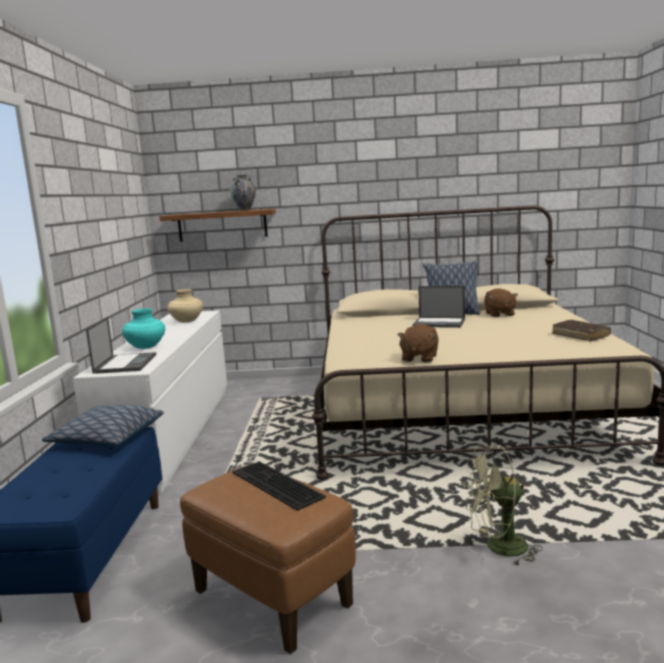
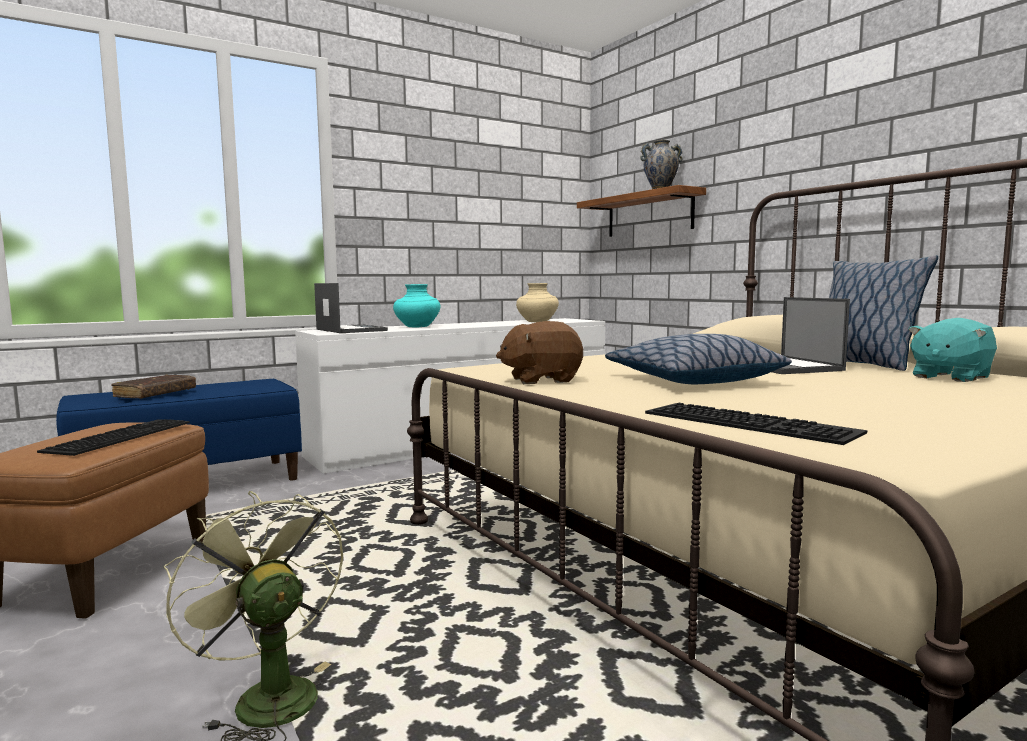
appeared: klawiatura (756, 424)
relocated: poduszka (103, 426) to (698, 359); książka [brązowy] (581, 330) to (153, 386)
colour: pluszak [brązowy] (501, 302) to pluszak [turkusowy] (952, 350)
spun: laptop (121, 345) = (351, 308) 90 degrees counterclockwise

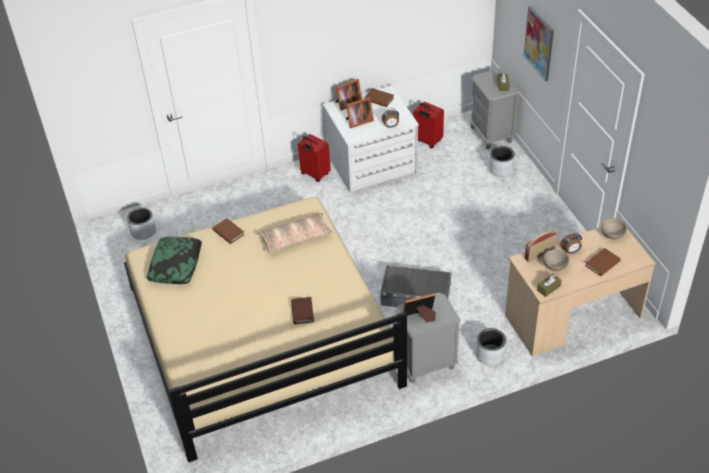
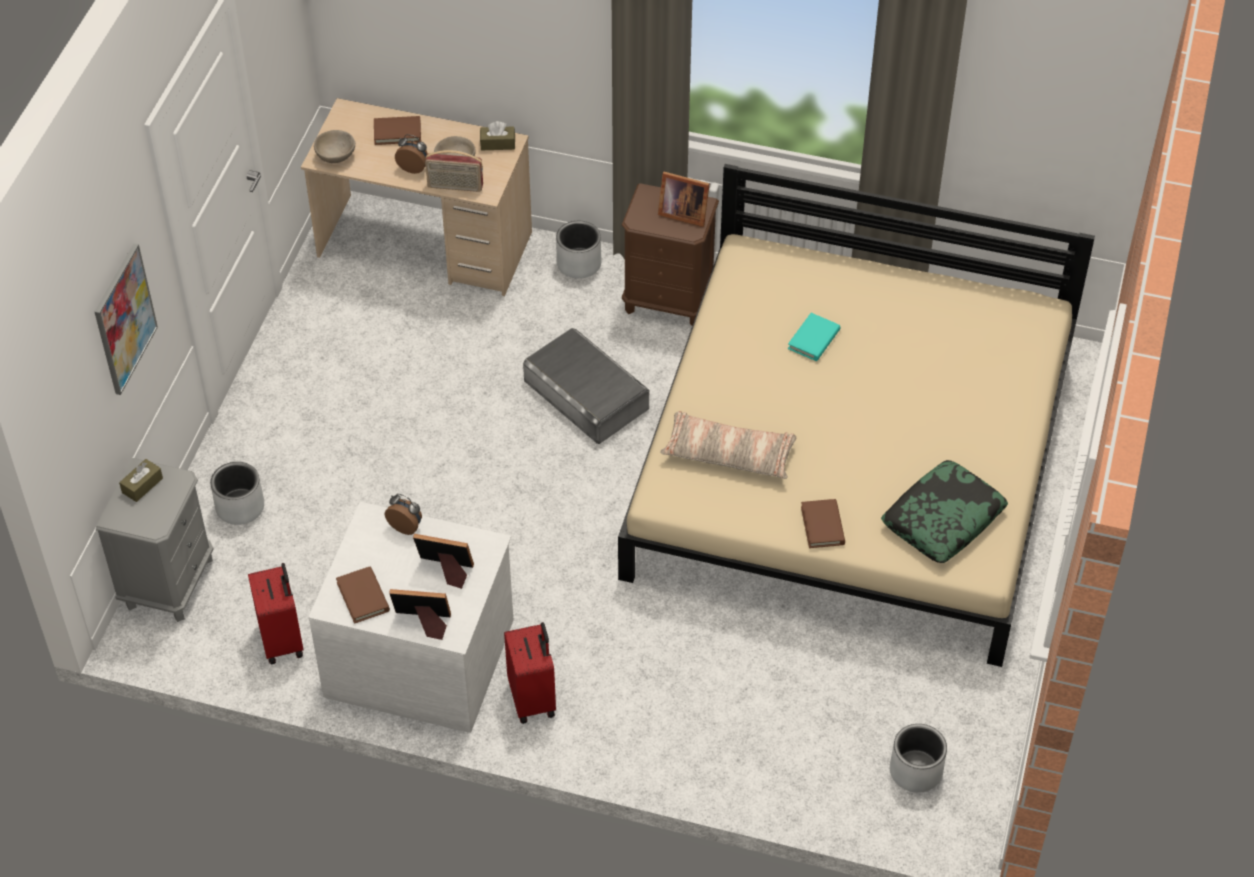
colour: książka [brązowy] (302, 310) to książka [turkusowy] (814, 337); szafka nocna [szary] (428, 337) to szafka nocna [brązowy] (670, 254)

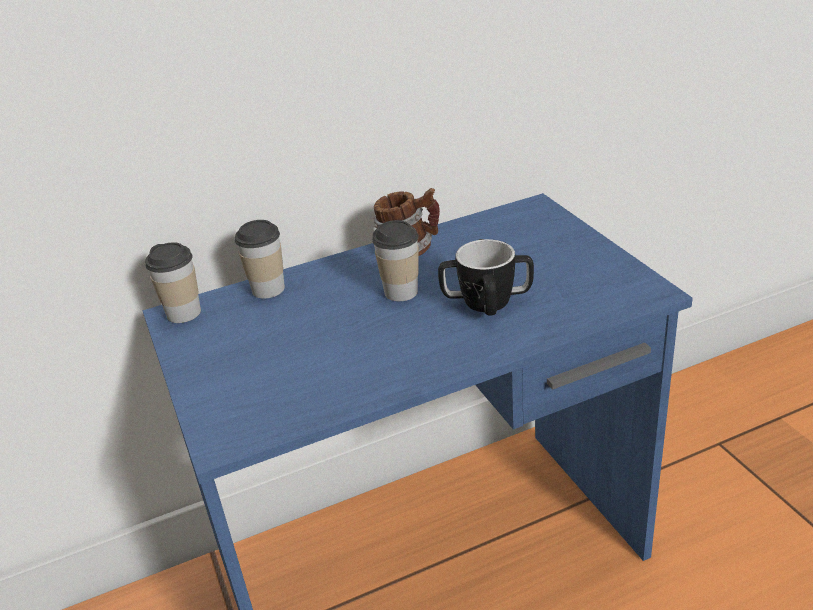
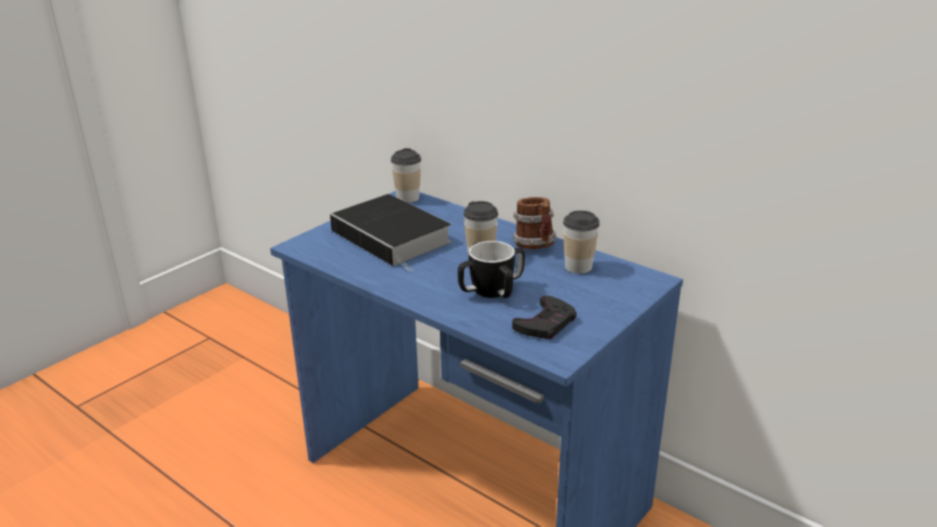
appeared: książka (390, 233); pad do gier [czarny] (544, 317)
relocated: filiżanka (260, 259) to (581, 242)

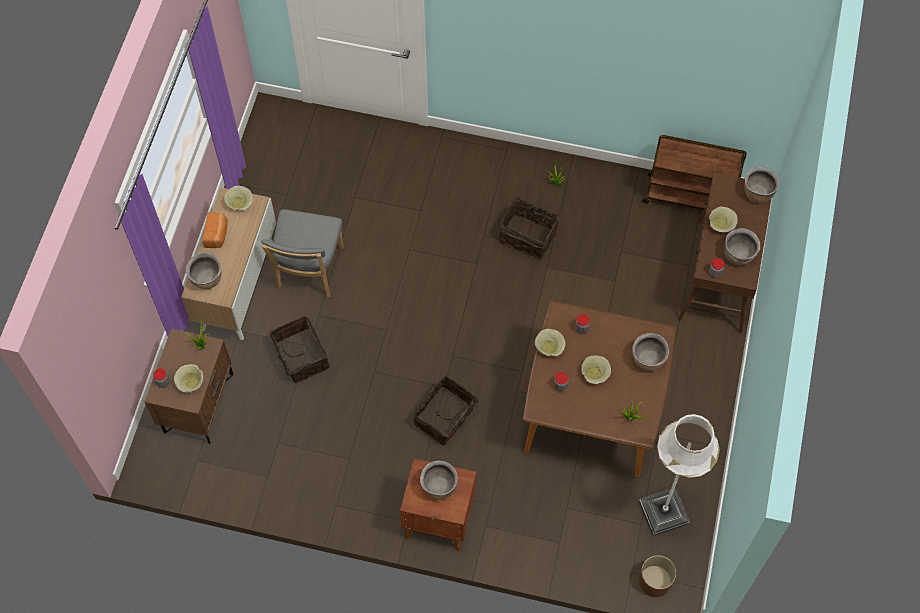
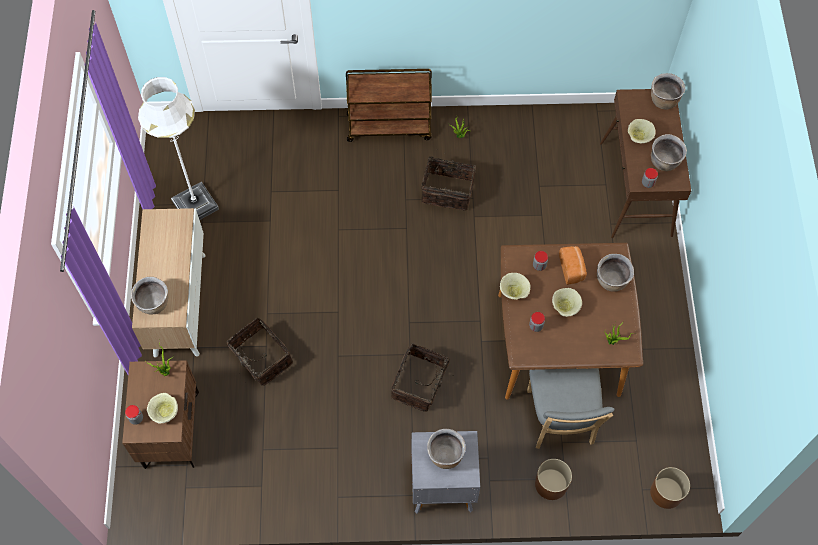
missing: miska [beżowy] (238, 198)
appeared: donica [brązowy] (553, 479)
relocated: chleb (215, 230) to (573, 265); krzesło [szary] (302, 253) to (571, 408); lampa stojąca [biały] (679, 475) to (178, 148); wózek [brązowy] (694, 172) to (389, 105)
colour: szafka nocna [brązowy] (438, 504) to szafka nocna [szary] (445, 472)

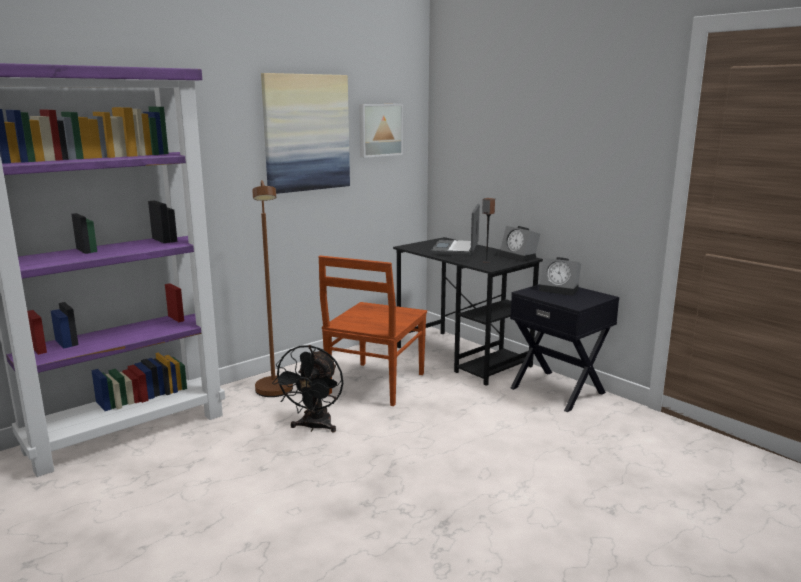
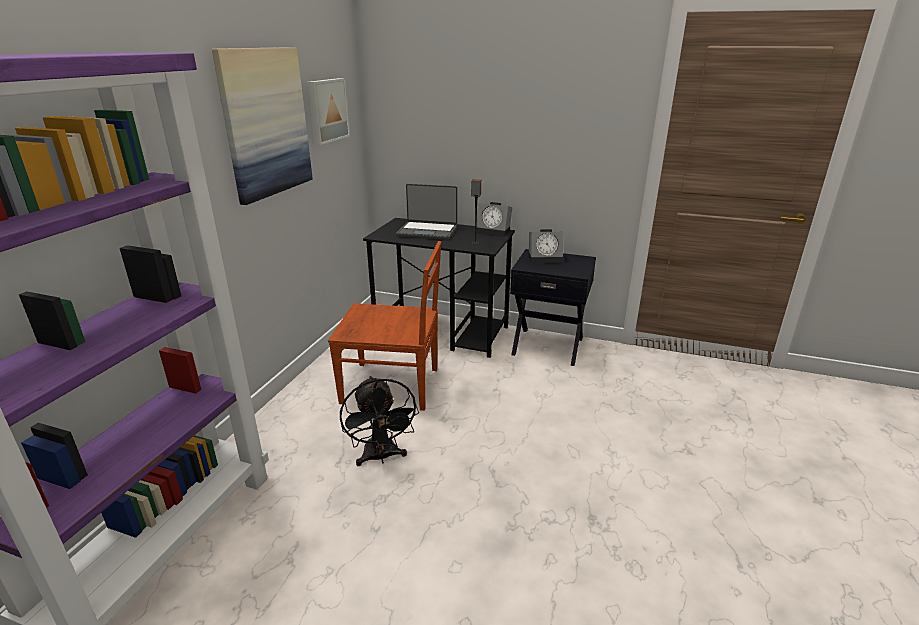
missing: lampa stojąca [brązowy] (272, 288)
spun: krzesło [brązowy] (372, 331) = (384, 326) 75 degrees counterclockwise; laptop (455, 230) = (427, 212) 60 degrees counterclockwise

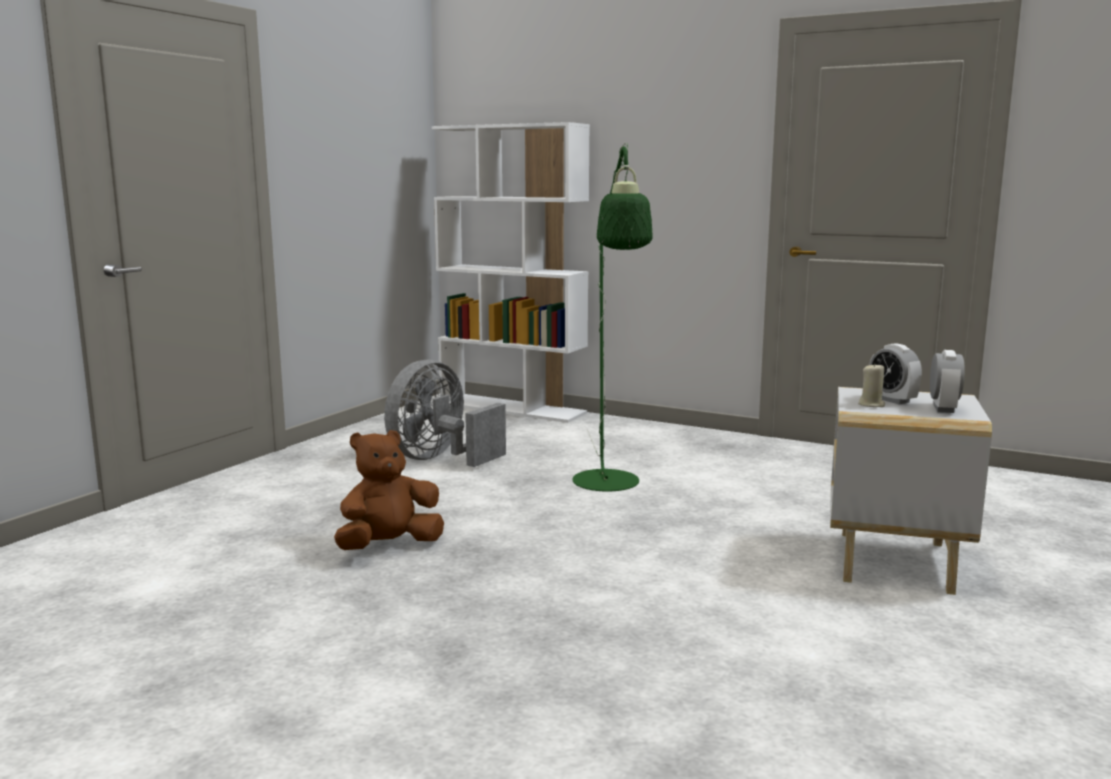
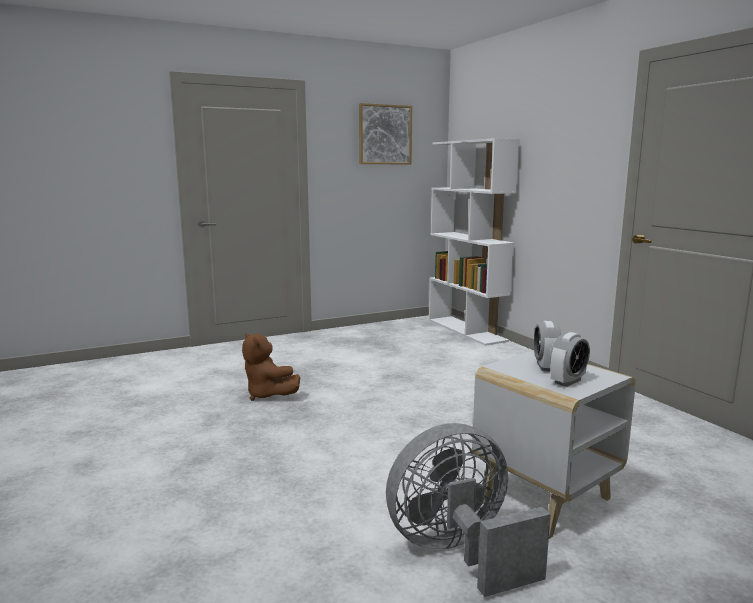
missing: lampa stojąca [zielony] (612, 317); świeca [beżowy] (871, 385)
appeared: obraz (385, 133)
relocated: wentylator [szary] (445, 413) to (468, 510)
spun: pluszak [brązowy] (389, 490) = (271, 367) 135 degrees counterclockwise

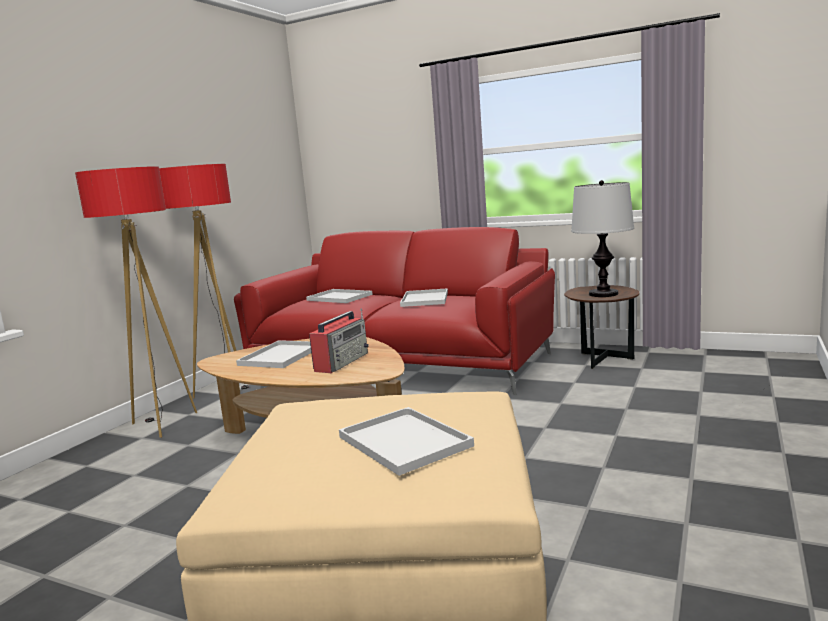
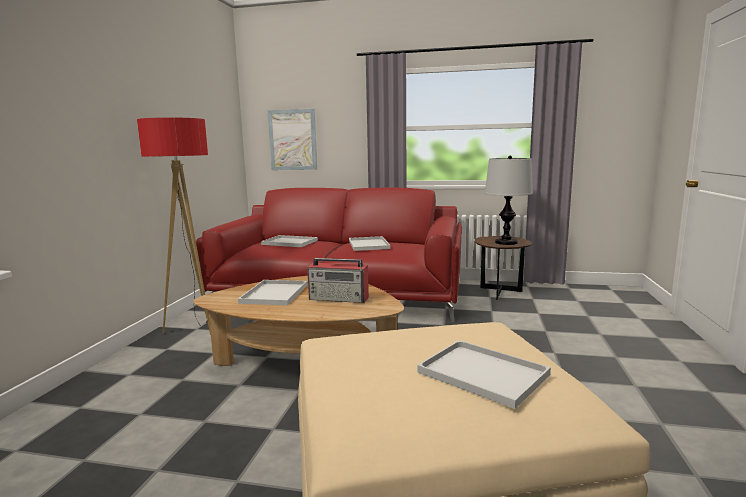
missing: lampa stojąca (136, 302)
appeared: obraz (292, 139)
spun: radio (339, 340) = (338, 280) 90 degrees clockwise

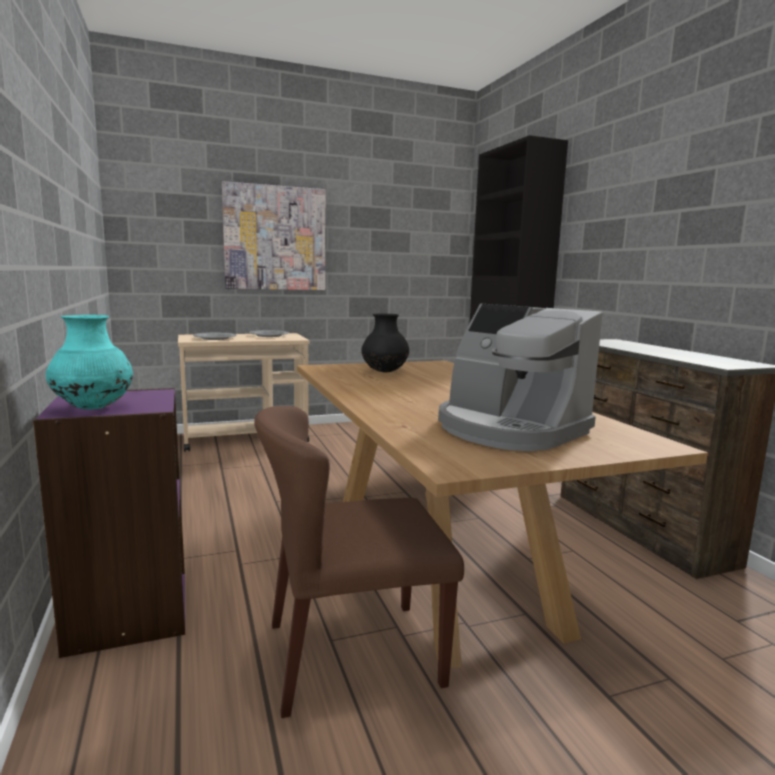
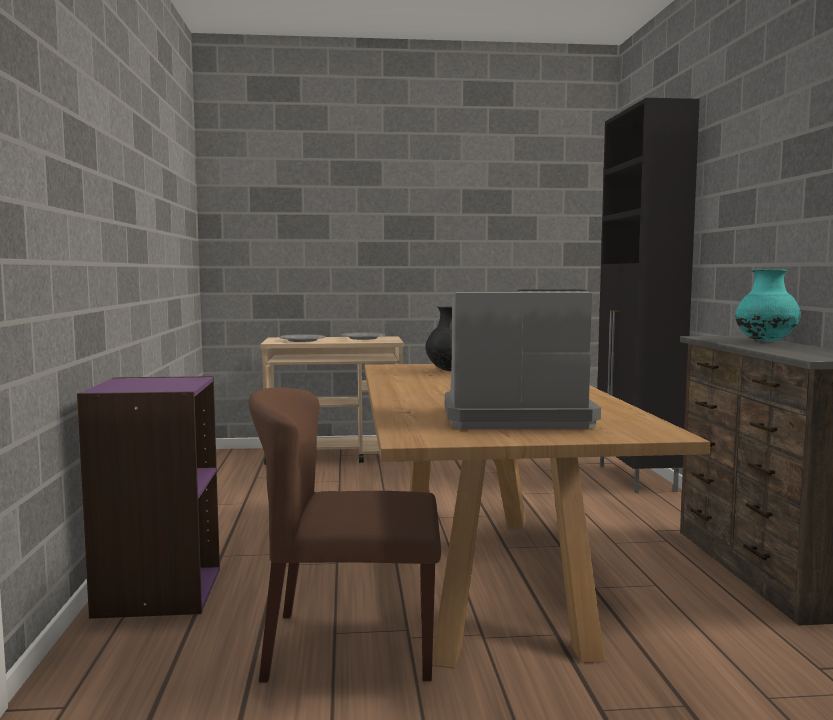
missing: obraz (273, 235)
relocated: wazon [turkusowy] (89, 362) to (768, 305)
spun: ekspres do kawy (520, 377) = (523, 359) 120 degrees clockwise

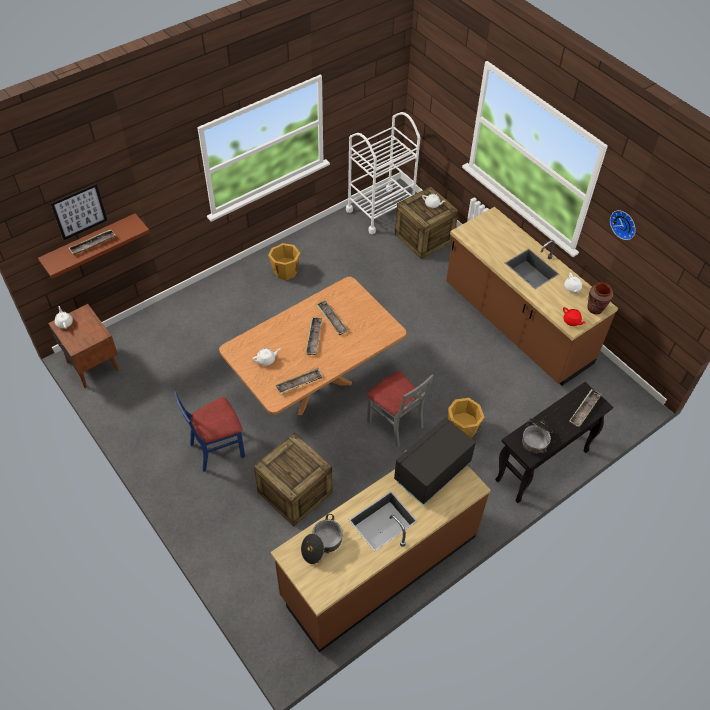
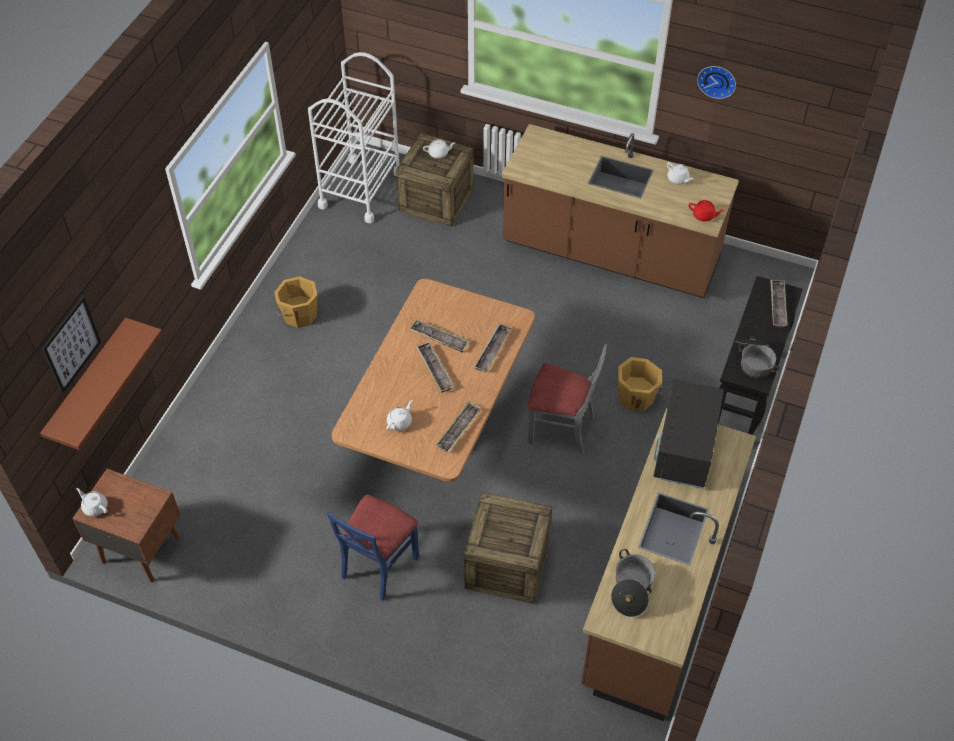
missing: wazon [brązowy] (600, 298)
relocated: taca (92, 242) to (493, 348)

